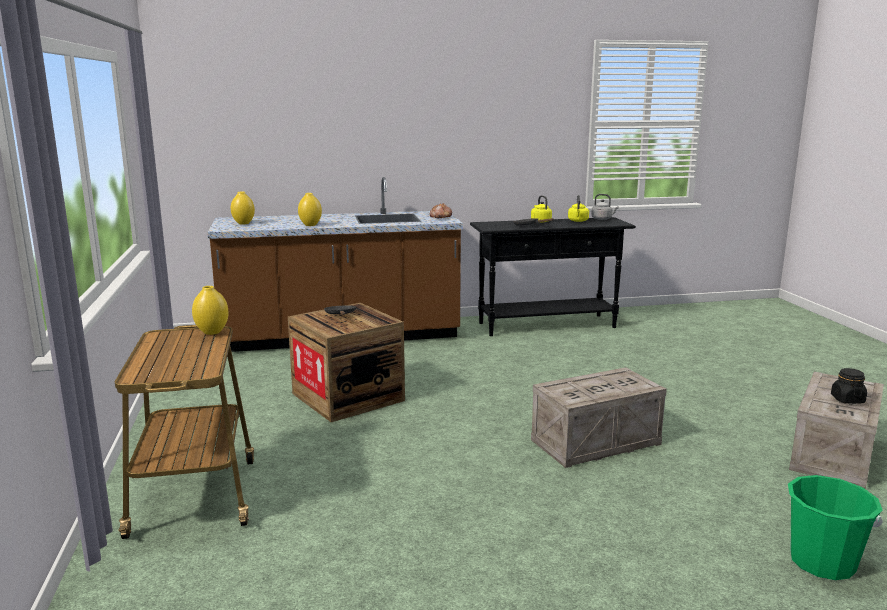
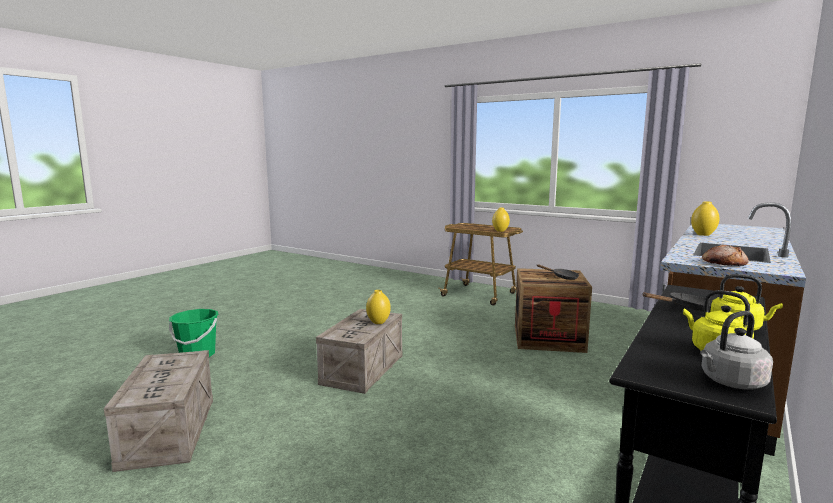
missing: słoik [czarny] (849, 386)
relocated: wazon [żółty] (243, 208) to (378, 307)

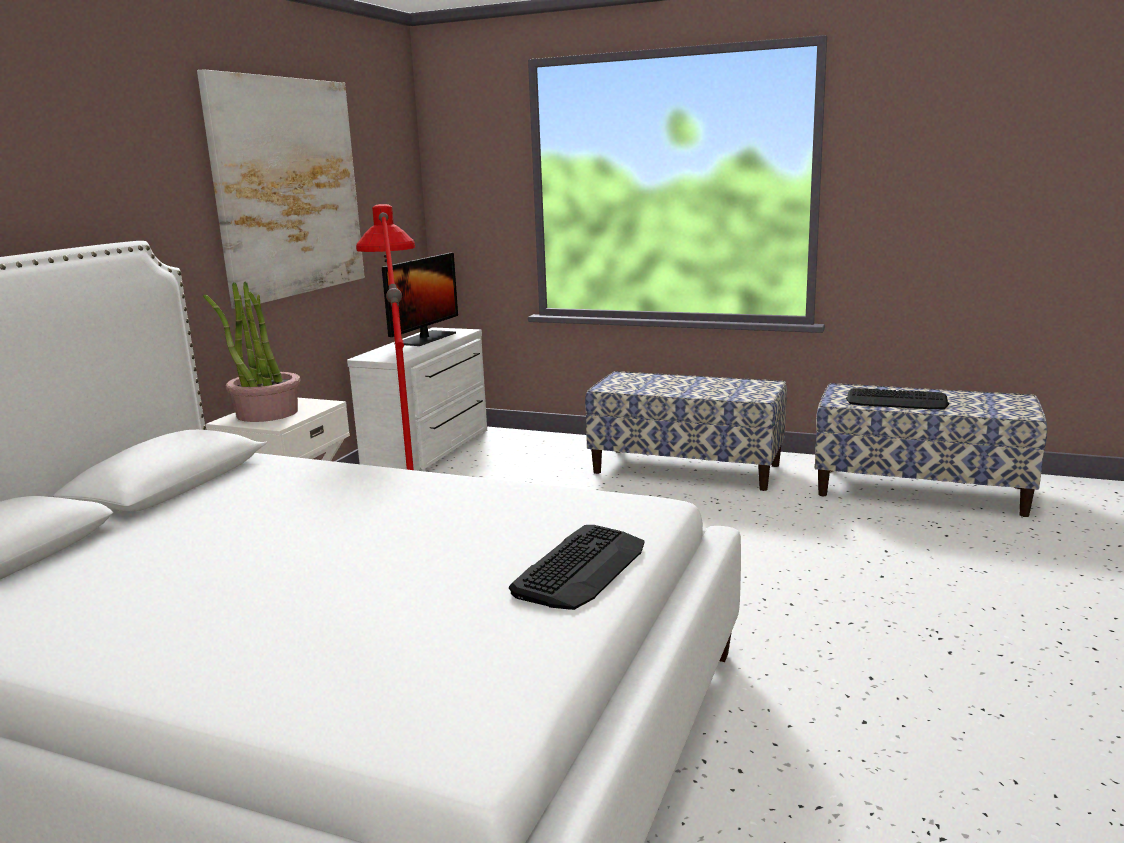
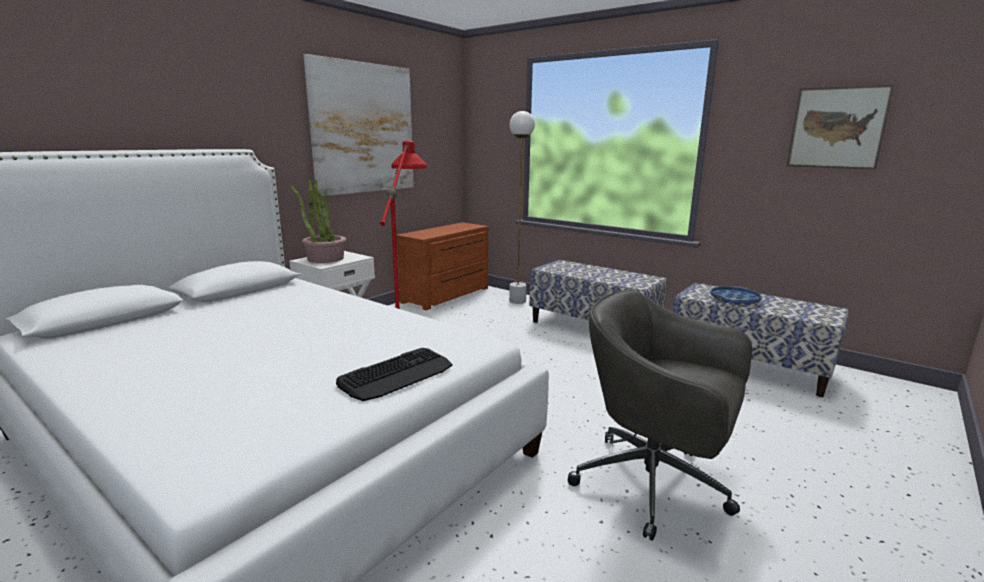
missing: monitor (420, 299)
appeared: lampa stojąca [biały] (522, 207); krzesło biurowe [szary] (660, 415); obraz (840, 127)
exchanged: klawiatura (897, 398) to taca [niebieski] (736, 295)
colour: komoda [biały] (417, 399) to komoda [brązowy] (442, 266)

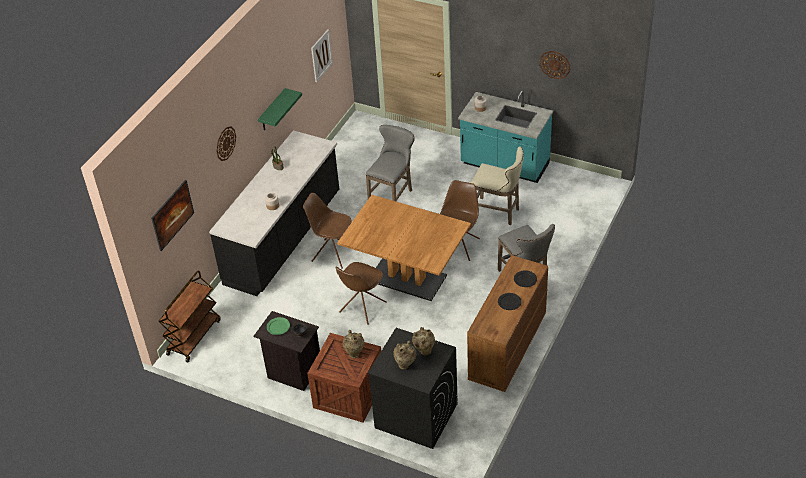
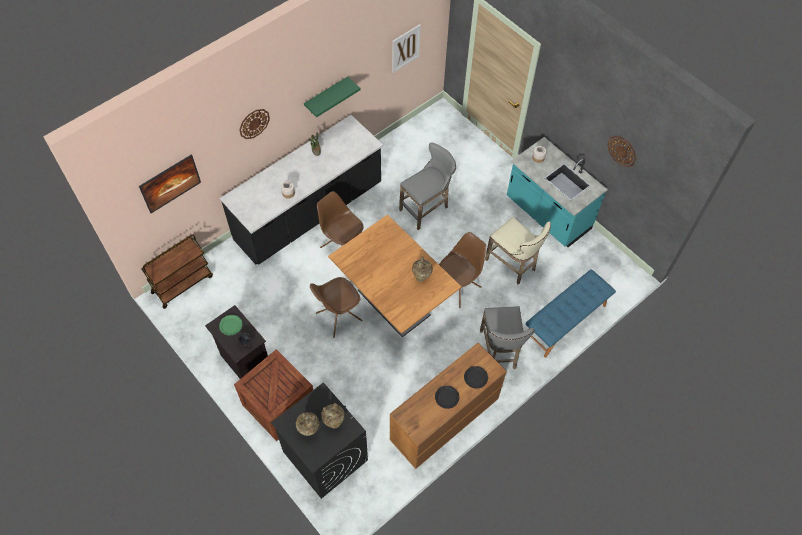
appeared: ławka [niebieski] (571, 313)
relocated: wazon [beżowy] (353, 344) to (422, 269)

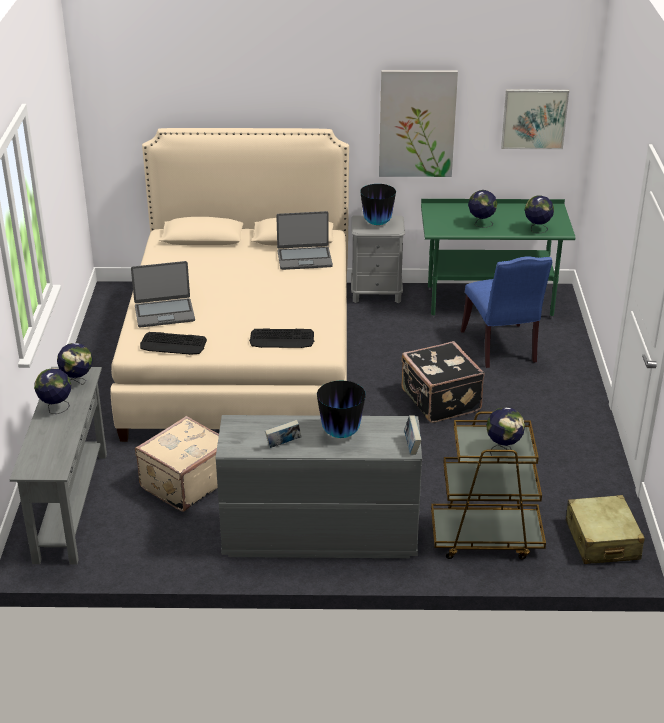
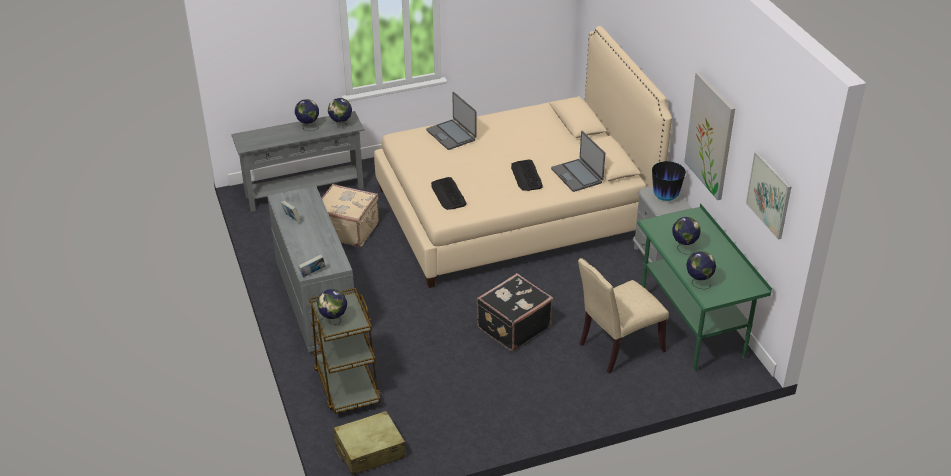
missing: wazon (341, 409)
relocated: klawiatura (173, 343) to (527, 175)
colour: krzesło [niebieski] (506, 312) to krzesło [beżowy] (623, 315)

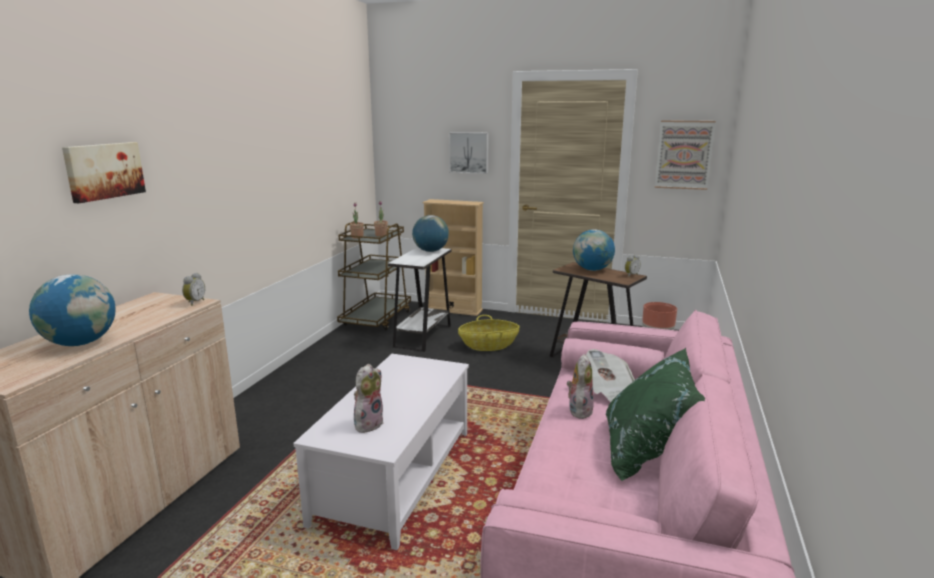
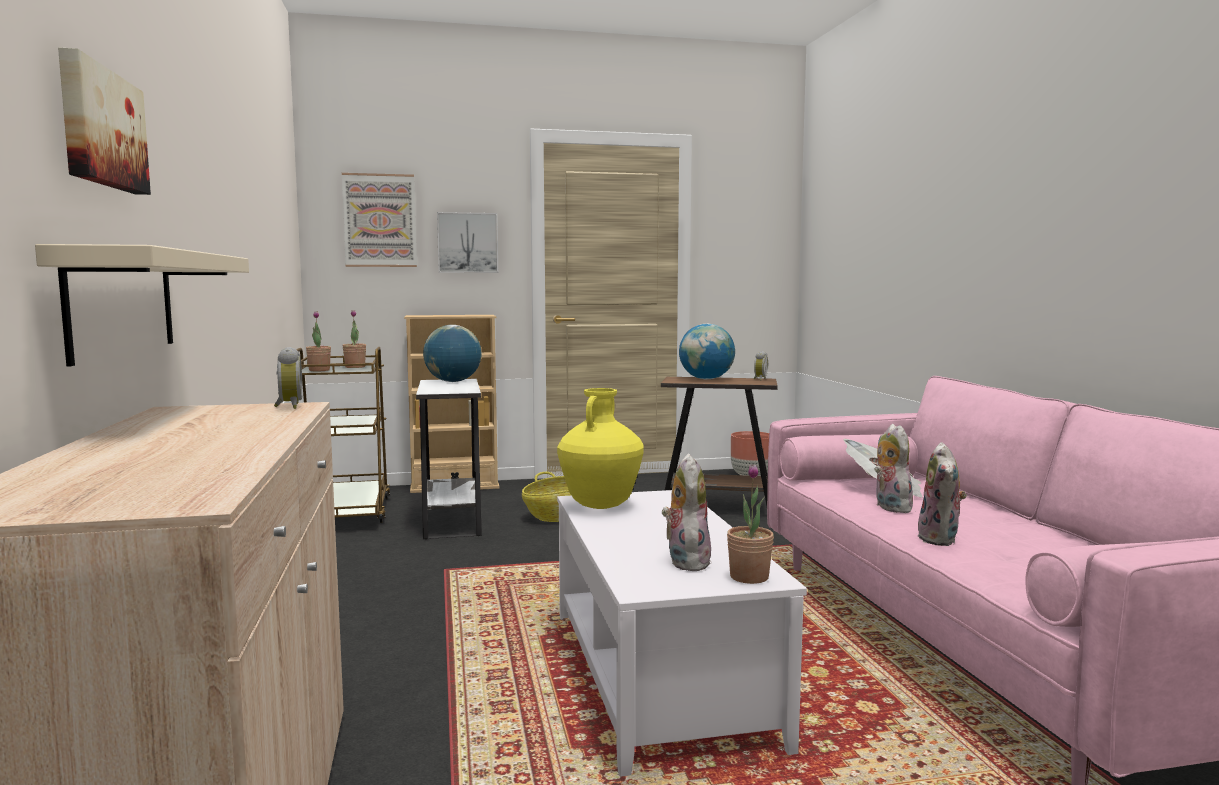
missing: globus (72, 310); poduszka [zielony] (658, 415)
appeared: półka [beżowy] (142, 305); wazon [żółty] (600, 448); roślina doniczkowa (750, 524); pluszak (941, 494)
relocated: obraz (685, 155) to (379, 220)

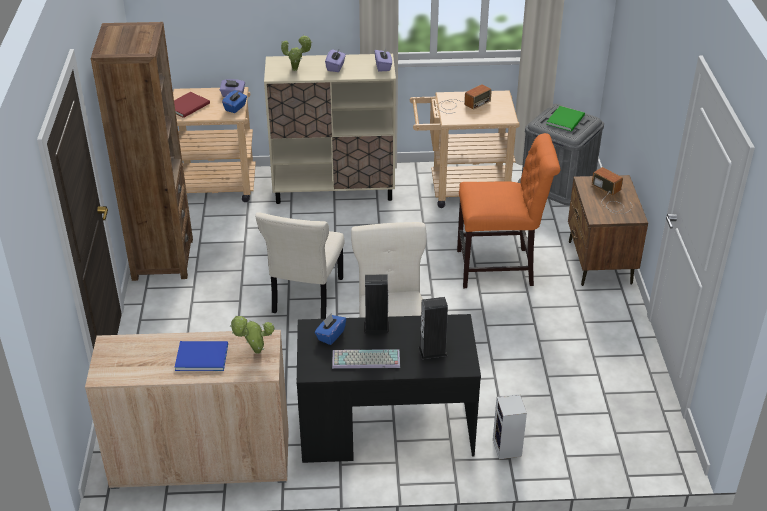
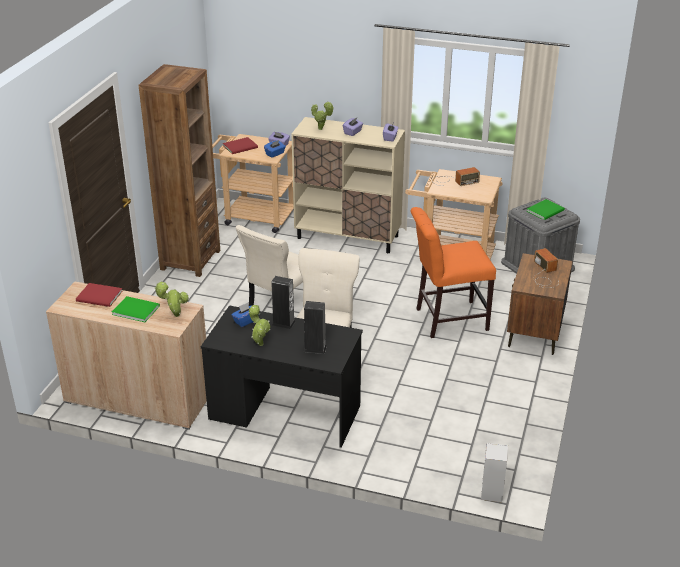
appeared: książka [czerwony] (99, 295)
relocated: głośnik (510, 426) to (494, 472)
exchanged: klawiatura (366, 359) to roślina doniczkowa (260, 325)
colour: książka [niebieski] (201, 356) to książka [zielony] (136, 309)
spun: krzesło [pomarańczowy] (508, 210) = (453, 272) 150 degrees clockwise

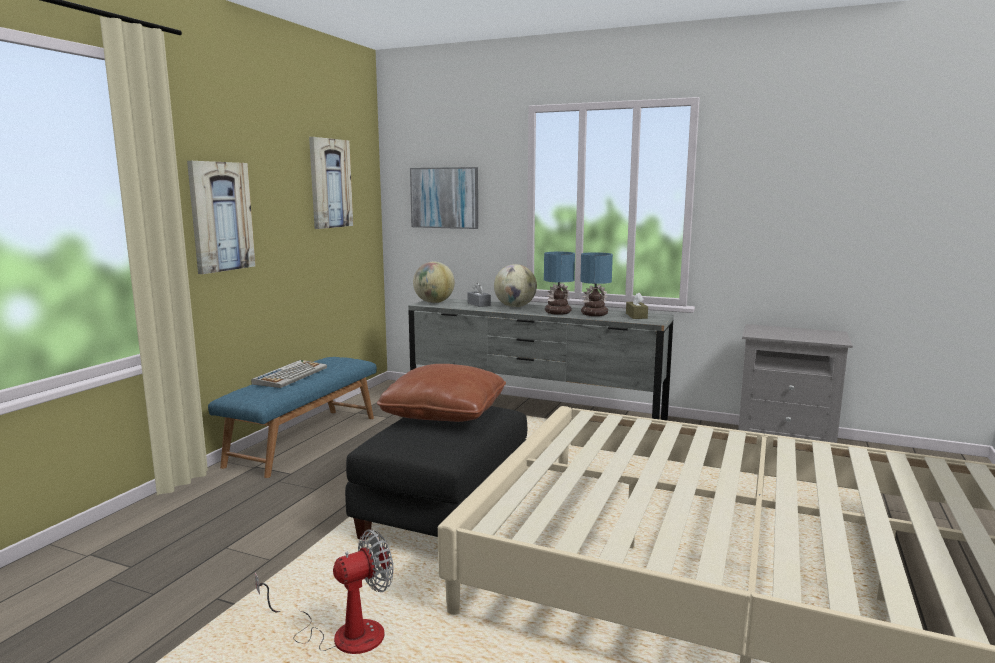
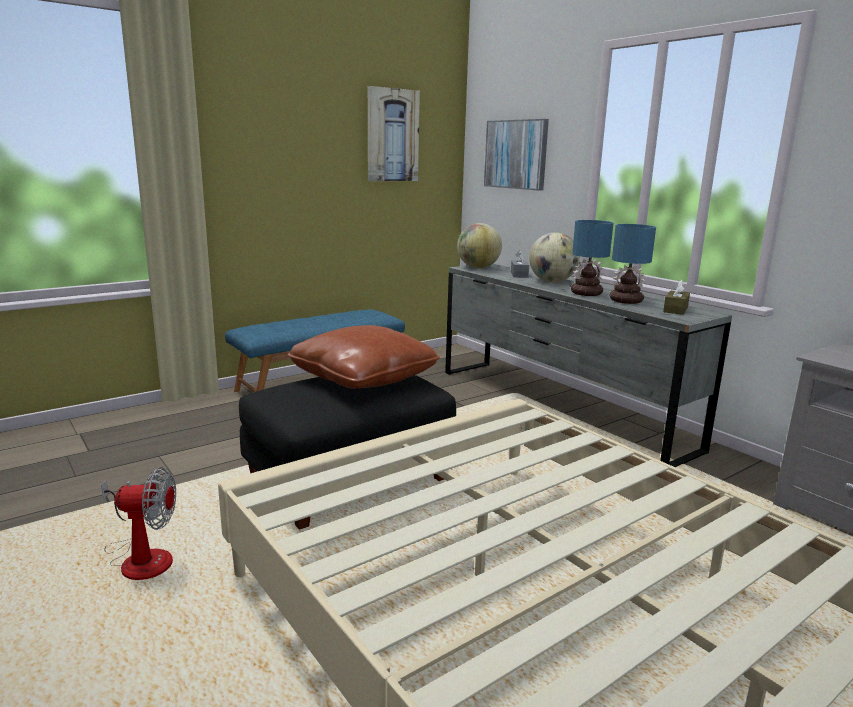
missing: obraz (221, 217); klawiatura (289, 374)

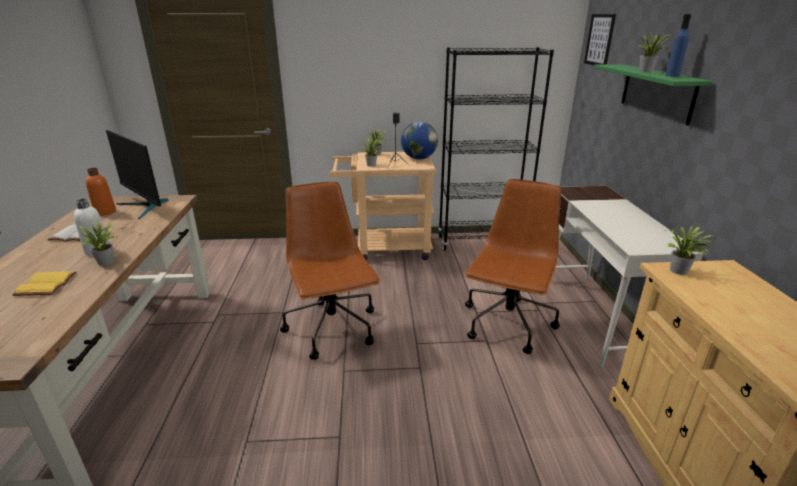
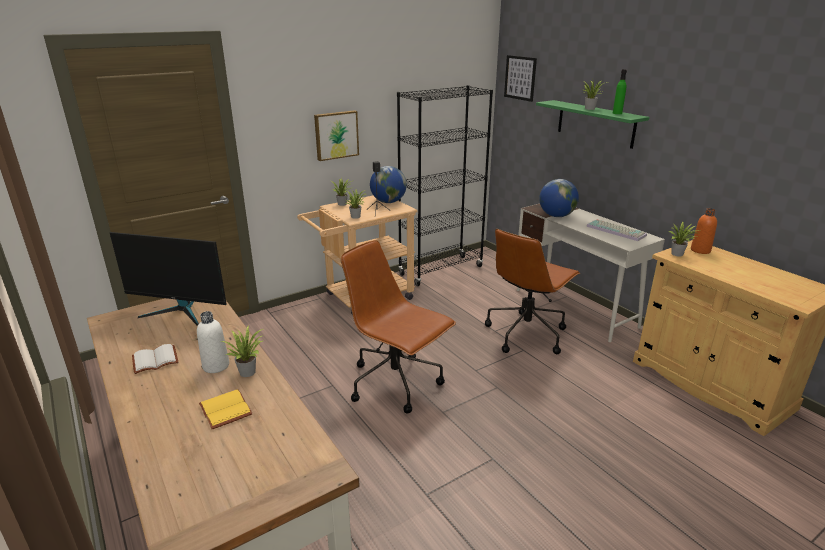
appeared: obraz (336, 135); globus (559, 198); klawiatura (616, 230)
relocated: butelka [pomarańczowy] (101, 192) to (704, 231)
colour: butelka [niebieski] (678, 45) to butelka [zielony] (620, 91)
spun: krzesło biurowe [brązowy] (513, 266) = (532, 291) 135 degrees counterclockwise

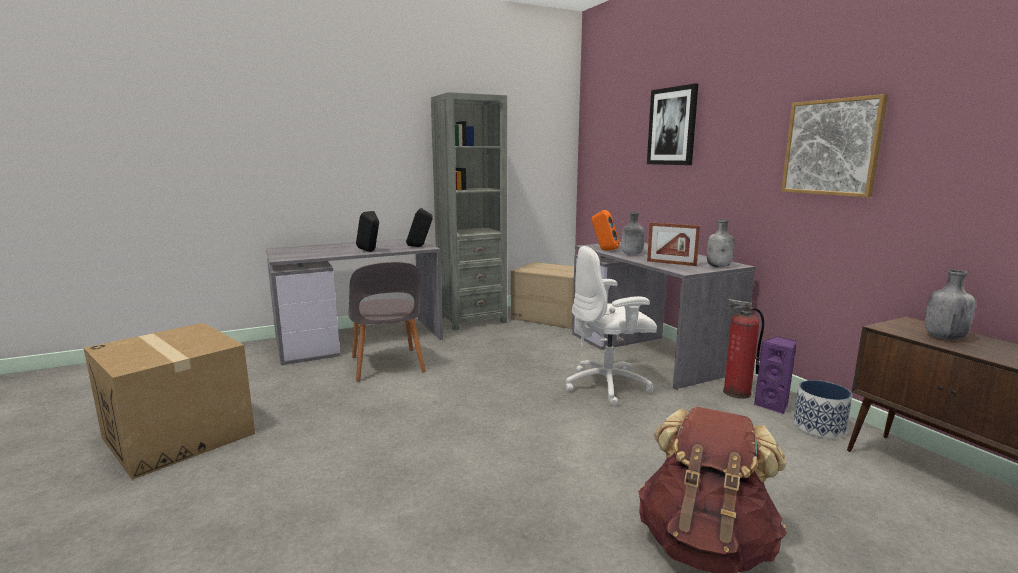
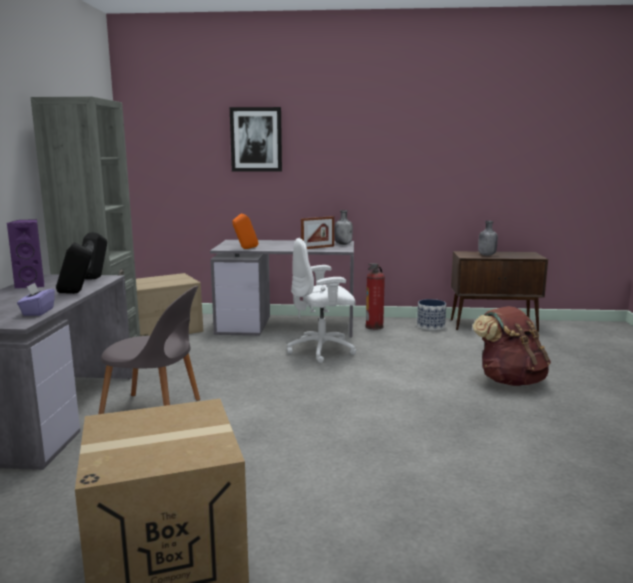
missing: butelka [szary] (633, 233); obraz (834, 145)
appeared: pudełko chusteczek [fioletowy] (36, 299)
relocated: głośnik [fioletowy] (775, 375) to (25, 253)
spun: krzesło biurowe [biały] (611, 326) = (321, 300) 60 degrees clockwise

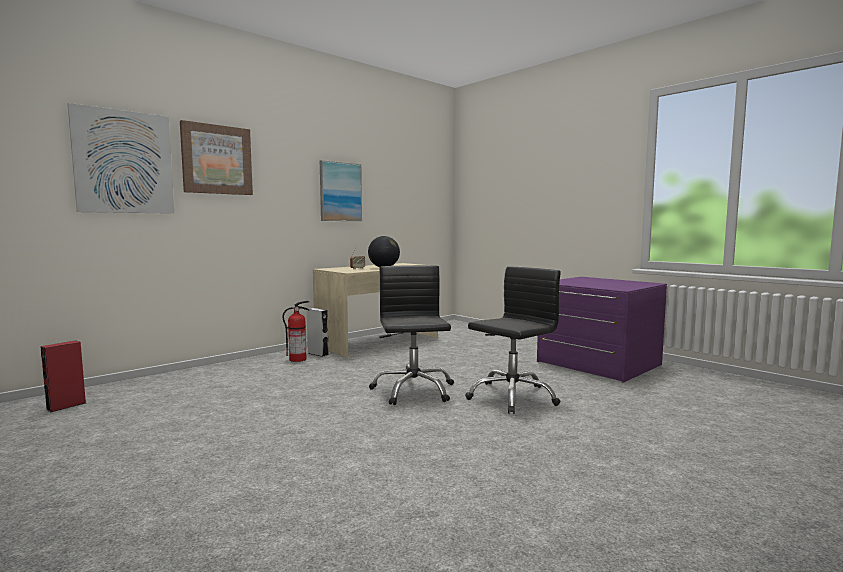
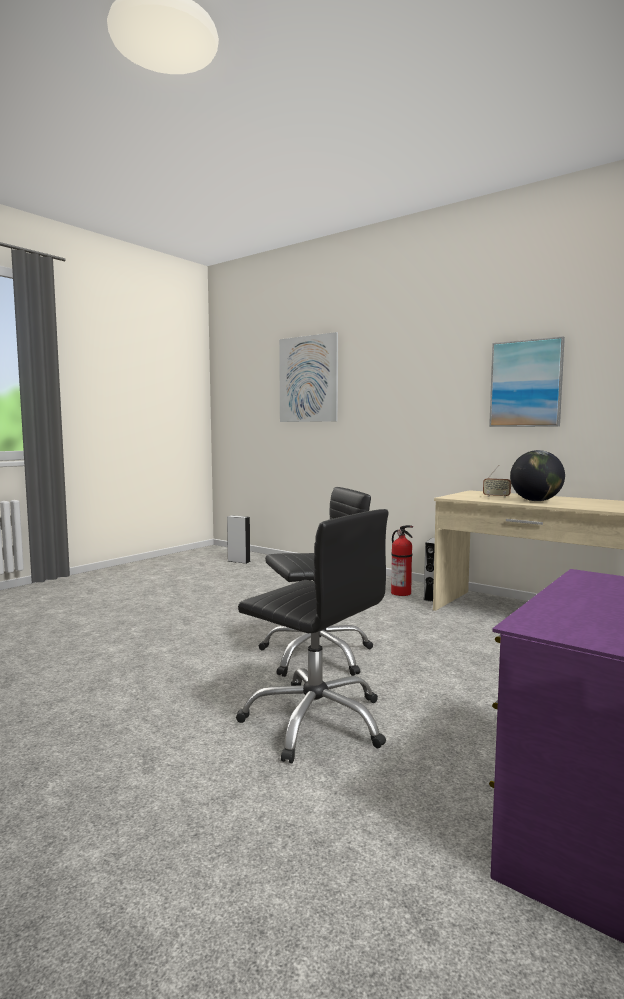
missing: obraz (216, 157)
colour: głośnik [czerwony] (63, 376) to głośnik [szary] (238, 539)

